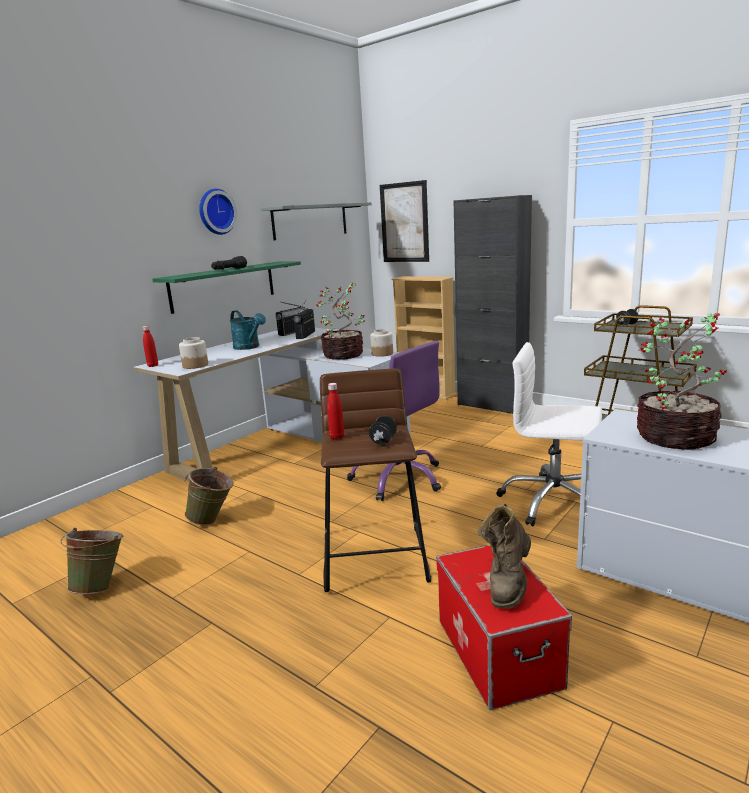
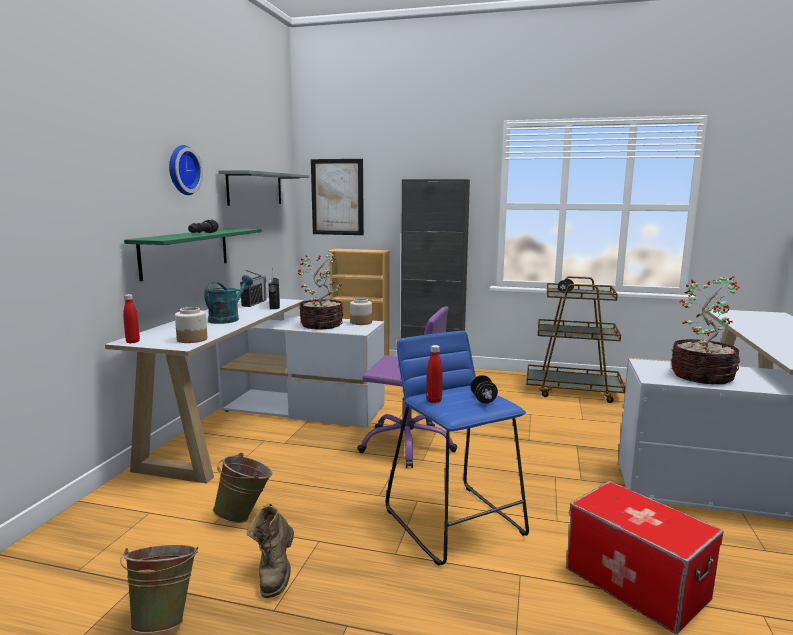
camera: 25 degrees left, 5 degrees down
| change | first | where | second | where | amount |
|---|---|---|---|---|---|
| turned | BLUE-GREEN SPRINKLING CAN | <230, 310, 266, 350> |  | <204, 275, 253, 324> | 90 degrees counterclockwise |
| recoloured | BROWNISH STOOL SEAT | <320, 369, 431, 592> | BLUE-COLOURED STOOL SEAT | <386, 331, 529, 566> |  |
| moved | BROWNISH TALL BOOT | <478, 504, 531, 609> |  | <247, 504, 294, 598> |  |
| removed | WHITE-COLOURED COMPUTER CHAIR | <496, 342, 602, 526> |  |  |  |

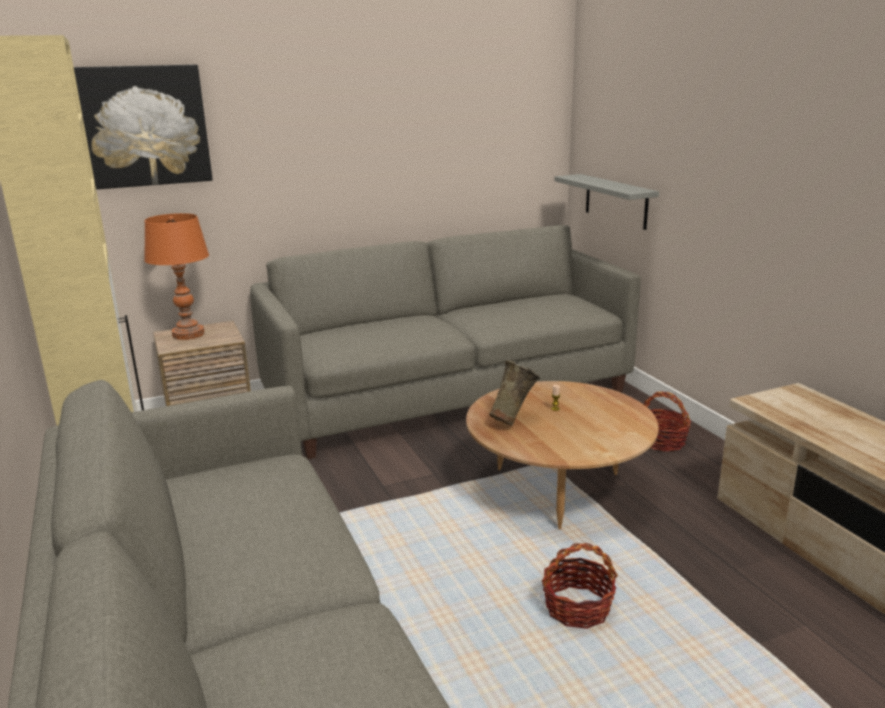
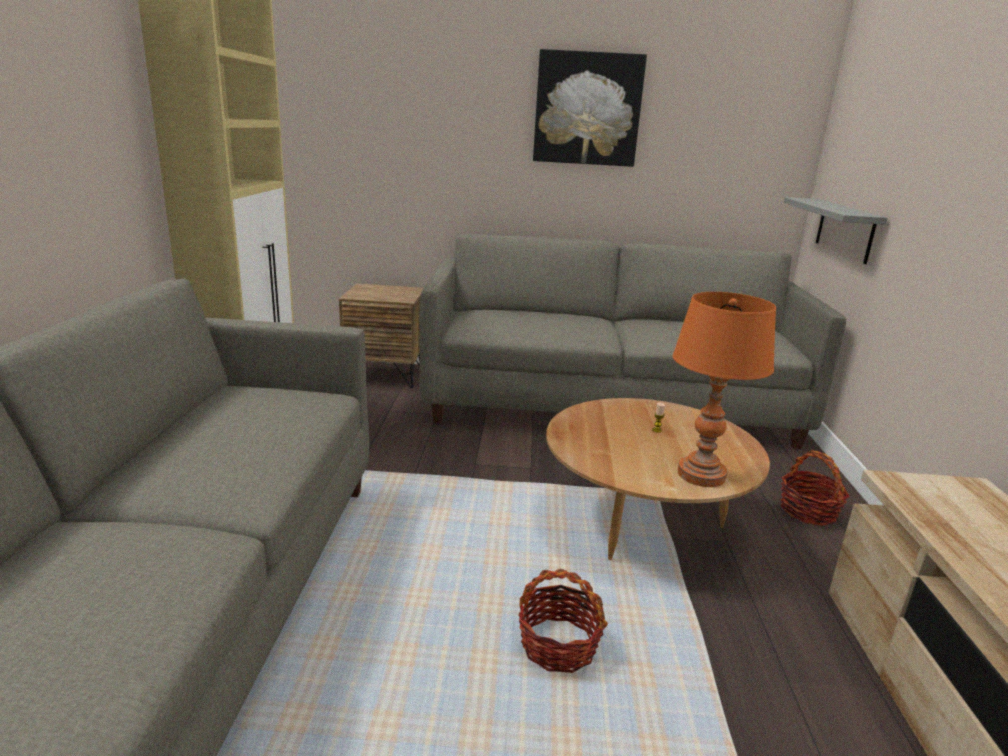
camera: 25 degrees right, 0 degrees up
| change | first | where | second | where | amount |
|---|---|---|---|---|---|
| moved | WALL ART | <74, 64, 213, 190> |  | <533, 49, 647, 167> |  |
| moved | ORANGEY LAMP FOR A TABLE | <144, 213, 209, 340> |  | <673, 292, 776, 487> |  |
| removed | SAND-COLOURED FLOWER VASE | <489, 360, 541, 426> |  |  |  |

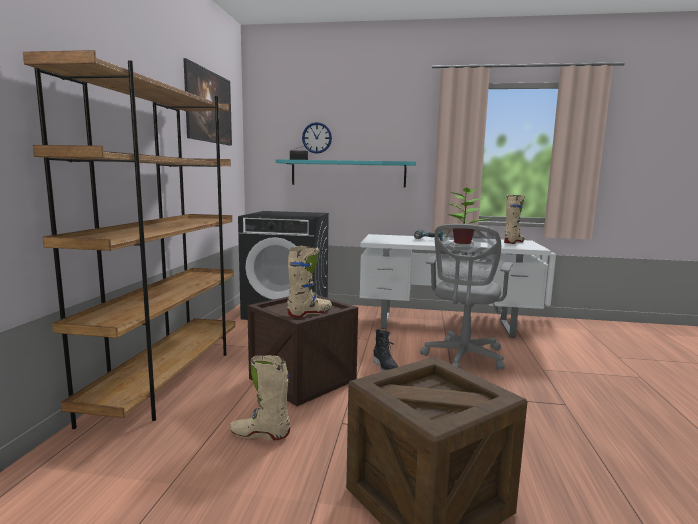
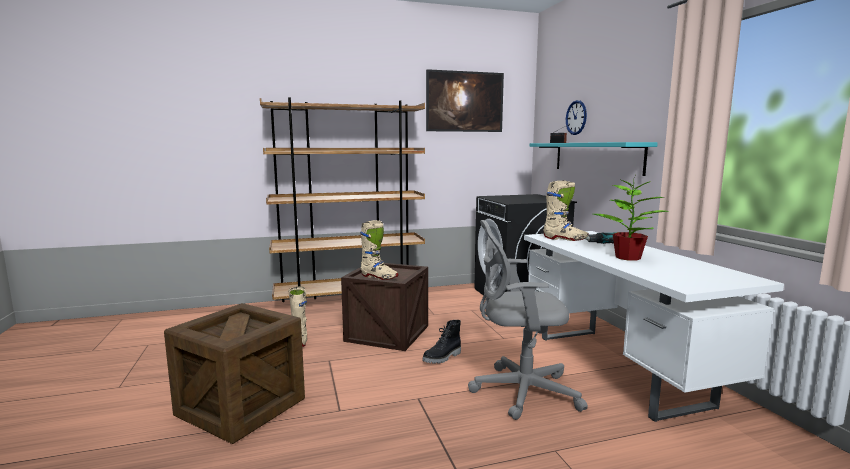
camera: 65 degrees right, 0 degrees up
| change | first | where | second | where | amount |
|---|---|---|---|---|---|
| moved | SAND-COLOURED TALL BOOT | <504, 194, 525, 244> |  | <543, 181, 589, 241> |  |

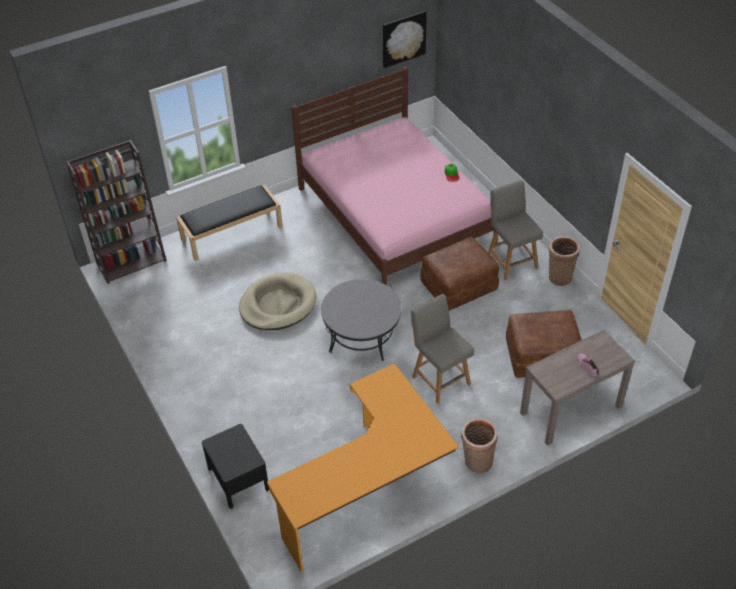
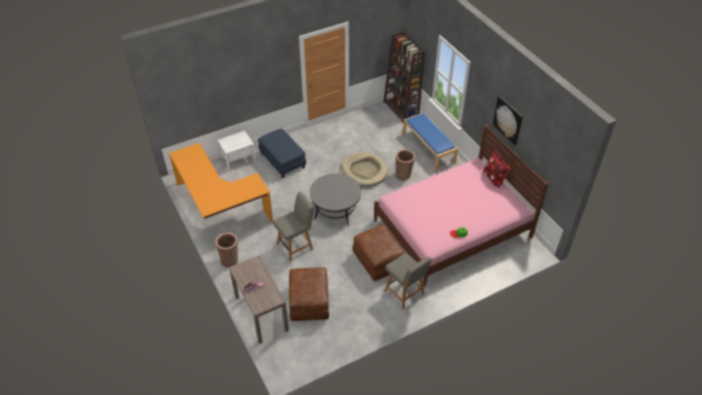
camera: 90 degrees right, 0 degrees up
| change | first | where | second | where | amount |
|---|---|---|---|---|---|
| recoloured | BLACK-COLOURED LONG SEAT | <176, 184, 283, 261> | BLUE-COLOURED LONG SEAT | <403, 113, 458, 171> |  |
| recoloured | BLACK-COLOURED NIGHTSTAND | <202, 424, 269, 509> | WHITE-COLOURED NIGHTSTAND | <218, 131, 256, 172> |  |
| moved | WALL ART | <383, 11, 427, 68> |  | <493, 96, 523, 145> |  |
| turned | GREYISH CHAIR | <488, 180, 543, 280> |  | <385, 253, 432, 309> | 75 degrees clockwise |
| moved | STORAGE BASKET | <549, 236, 580, 286> |  | <395, 149, 415, 181> |  |
| added |  |  | BLUE-COLOURED OTTOMAN | <258, 129, 306, 178> |  |
| added |  |  | CUSHION | <483, 149, 511, 188> |  |

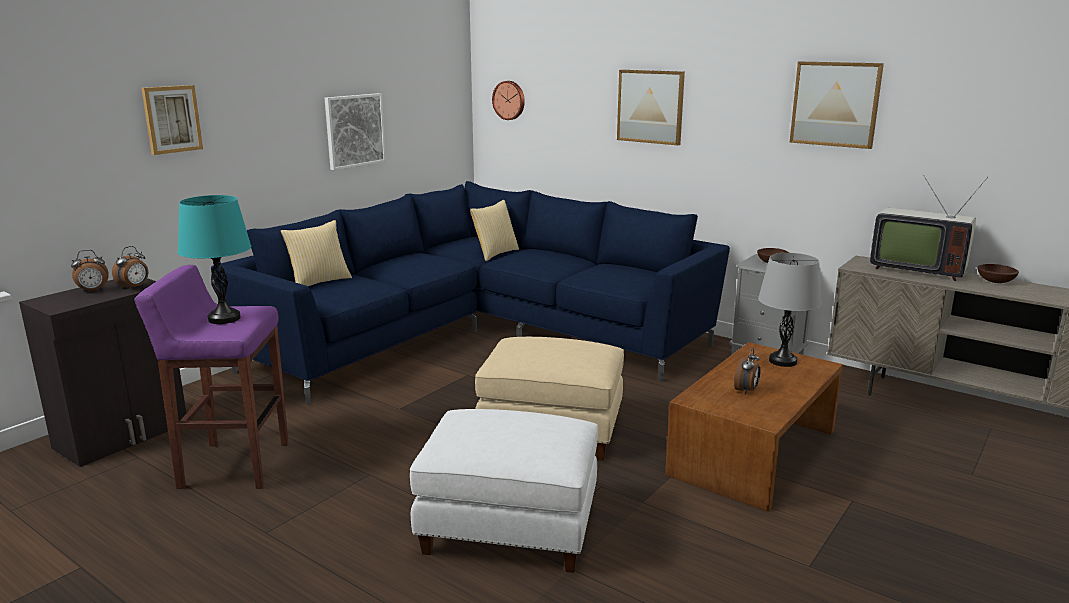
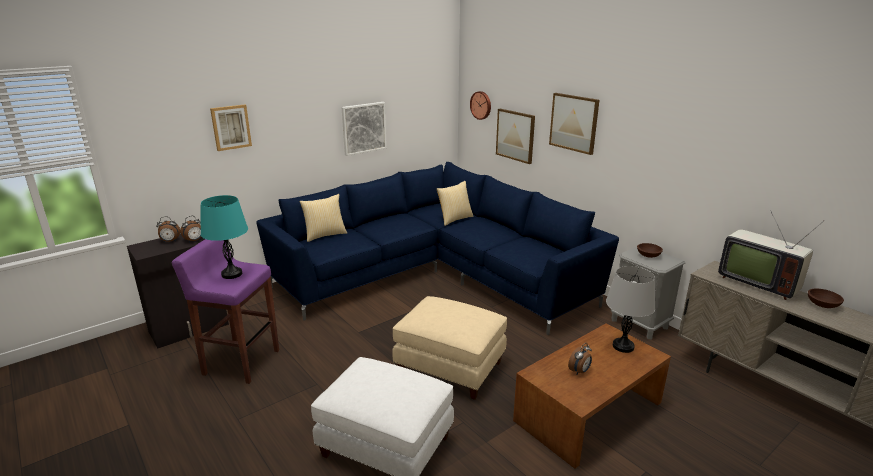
camera: 15 degrees right, 5 degrees up
| change | first | where | second | where | amount |
|---|---|---|---|---|---|
| moved | WALL ART | <790, 61, 884, 149> |  | <496, 109, 535, 164> |  |

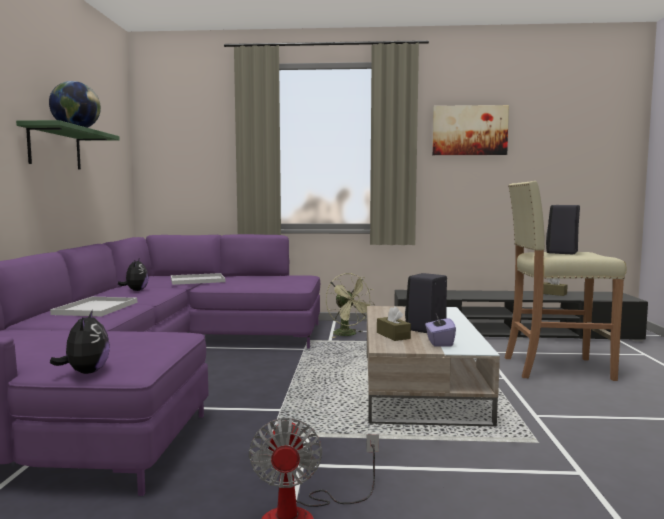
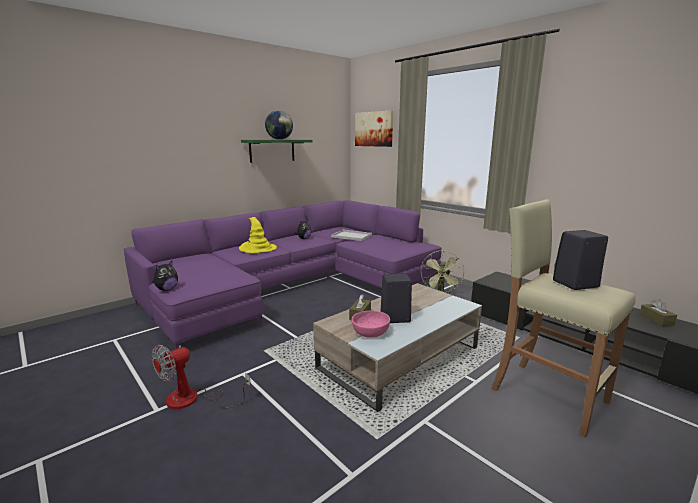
camera: 45 degrees right, 10 degrees up
| change | first | where | second | where | amount |
|---|---|---|---|---|---|
| replaced | WHITE-COLOURED SERVING TRAY | <50, 297, 137, 316> | YELLOW WEARABLE HAT | <239, 217, 277, 253> |  |
| replaced | PURPLISH TISSUE BOX | <425, 314, 456, 346> | PINK BOWL | <352, 311, 390, 338> |  |
| moved | WALL ART | <432, 105, 509, 155> |  | <355, 111, 393, 147> |  |

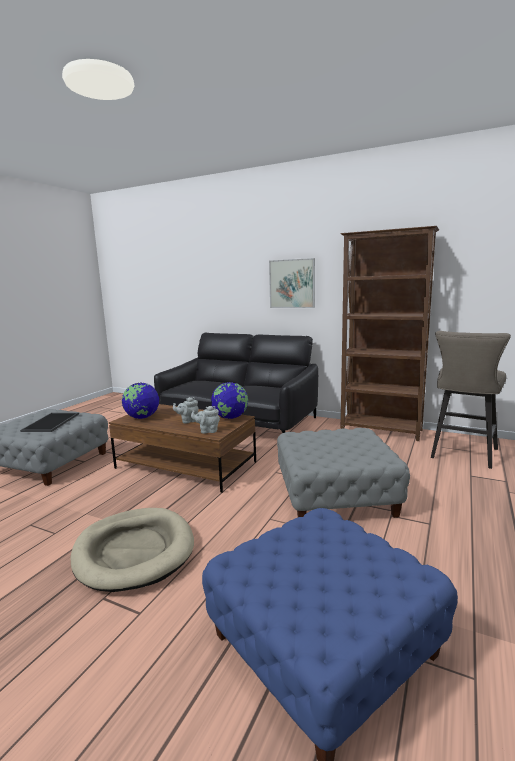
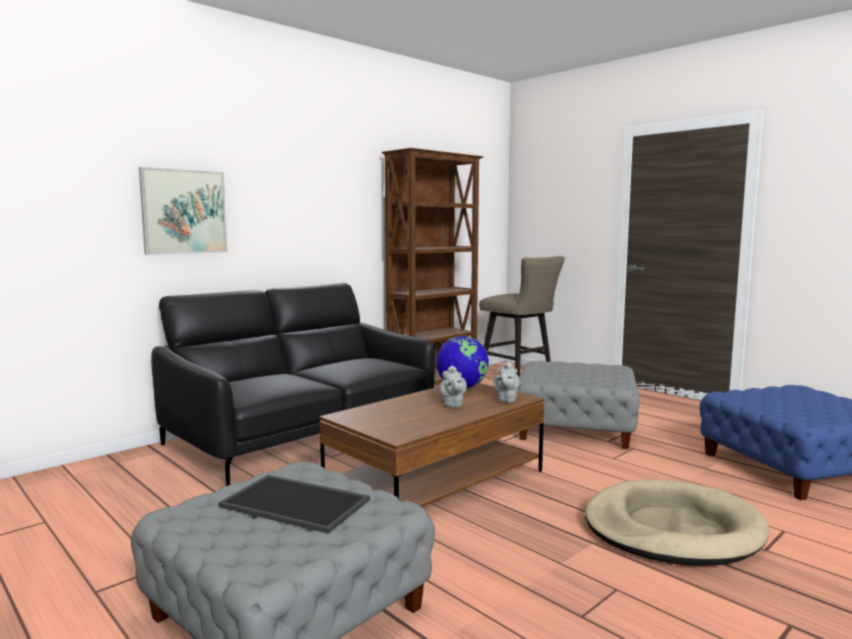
camera: 70 degrees left, 5 degrees down
| change | first | where | second | where | amount |
|---|---|---|---|---|---|
| removed | DESK GLOBE | <122, 383, 159, 419> |  |  |  |
| moved | WALL ART | <269, 258, 315, 308> |  | <139, 167, 228, 255> |  |

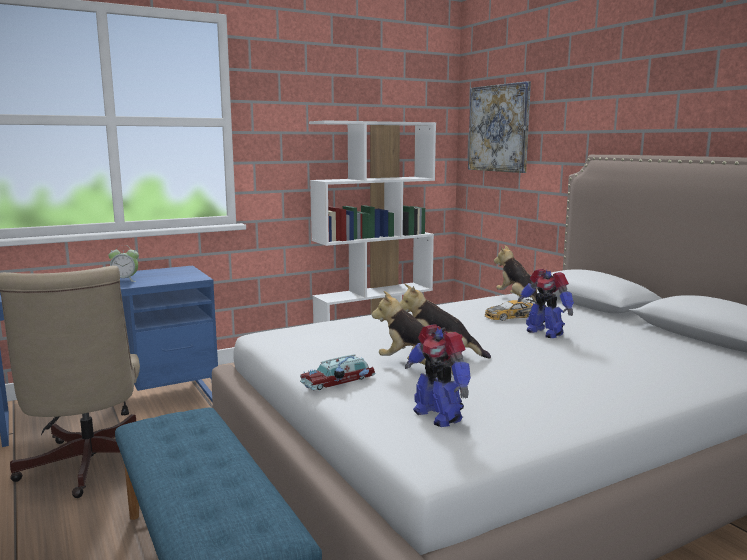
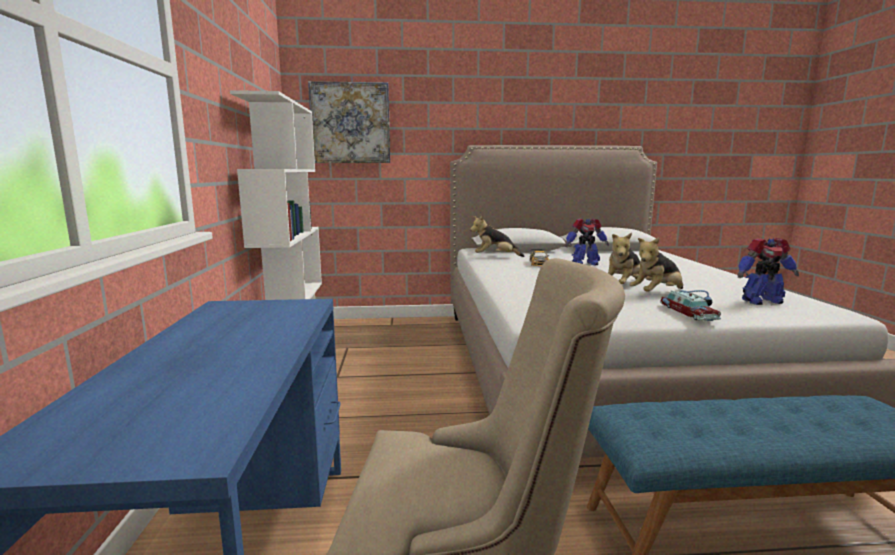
camera: 65 degrees left, 0 degrees up
| change | first | where | second | where | amount |
|---|---|---|---|---|---|
| removed | ALARM CLOCK | <108, 245, 139, 282> |  |  |  |

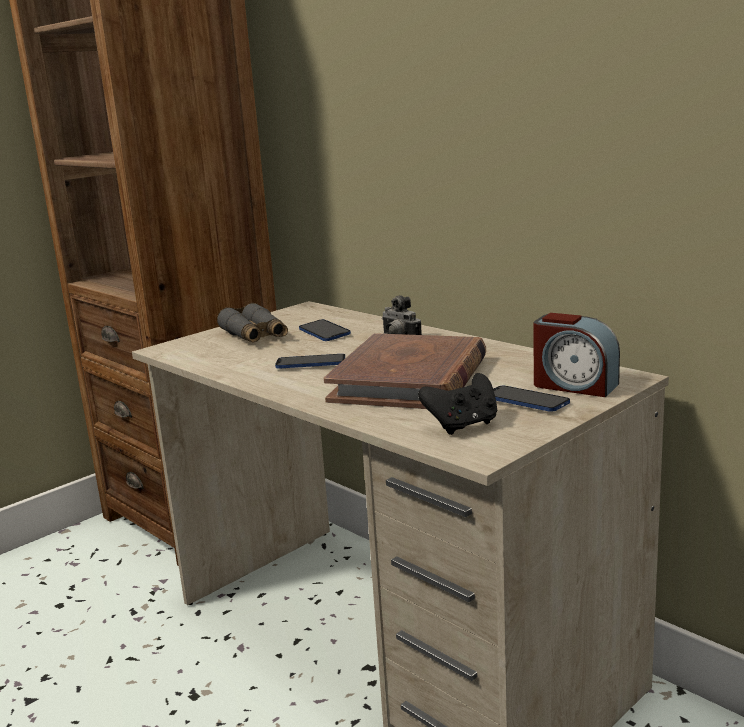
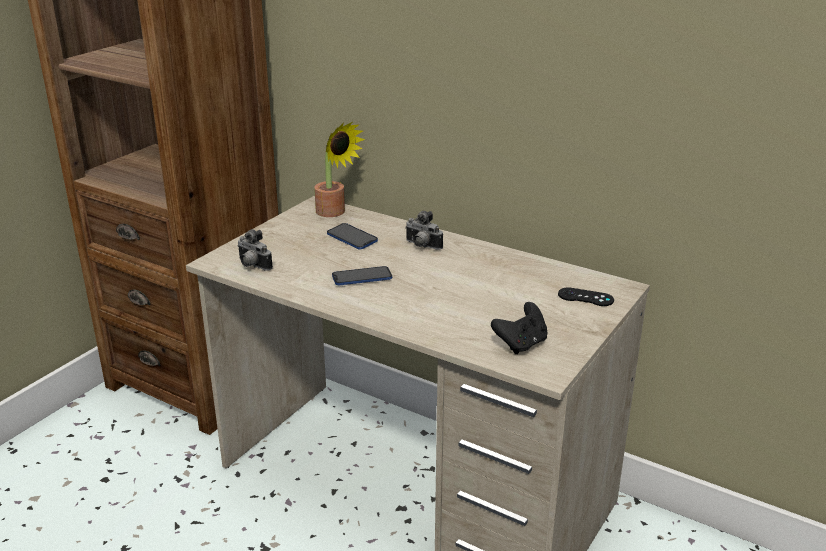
camera: 15 degrees left, 10 degrees up
| change | first | where | second | where | amount |
|---|---|---|---|---|---|
| removed | GREYISH FIELD GLASSES | <217, 303, 288, 342> |  |  |  |
| removed | BROWNISH VOLUME | <324, 333, 486, 409> |  |  |  |
| removed | PHONE | <493, 386, 570, 412> |  |  |  |
| replaced | ALARM CLOCK | <533, 313, 620, 397> | BLACK-COLOURED JOYPAD | <558, 287, 614, 306> |  |
| added |  |  | STILL CAMERA | <237, 229, 273, 271> |  |
| added |  |  | PLANT IN A POT | <314, 122, 365, 217> |  |

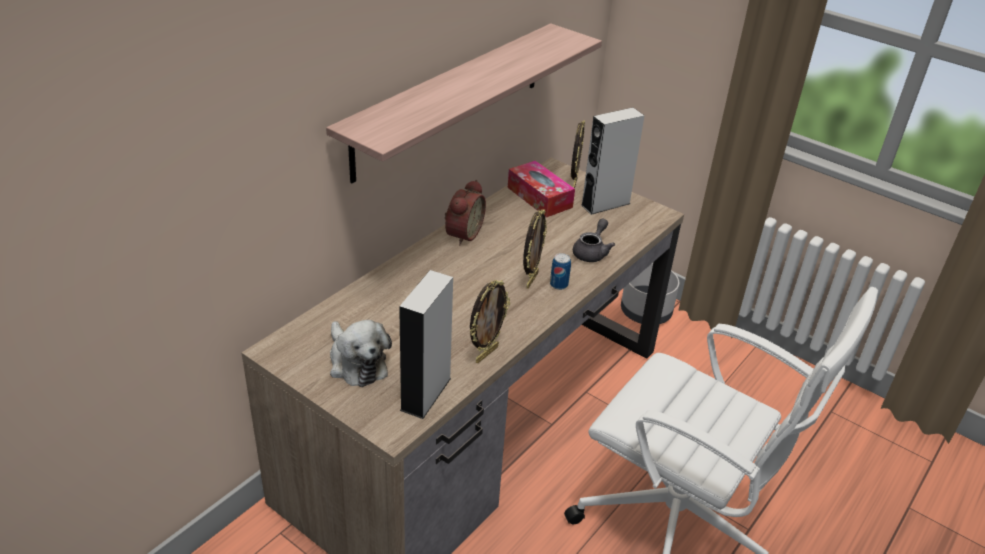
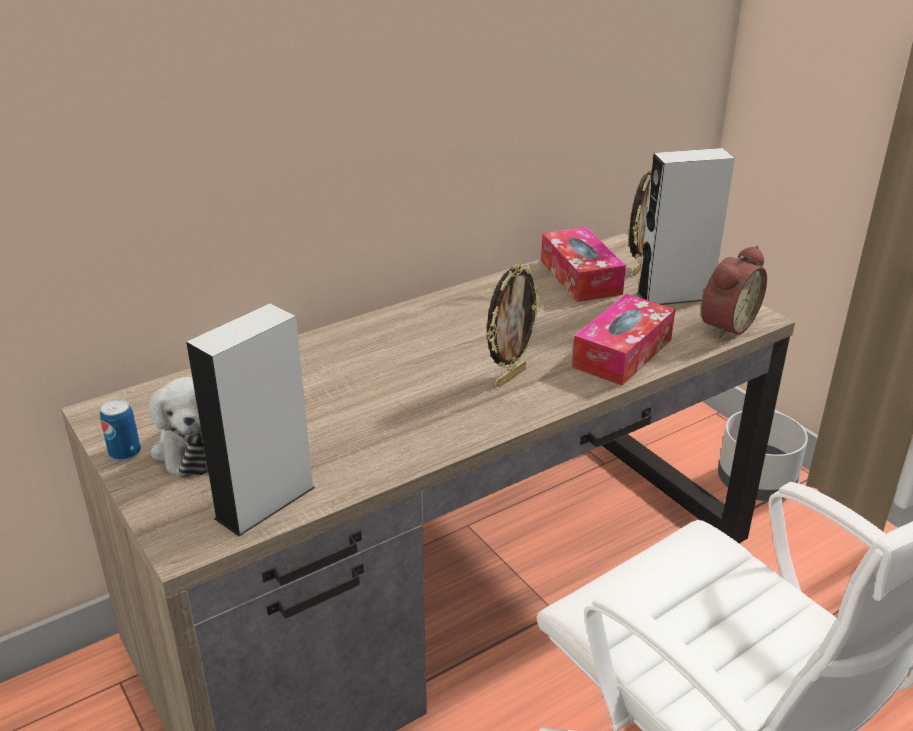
camera: 20 degrees right, 5 degrees down
| change | first | where | second | where | amount |
|---|---|---|---|---|---|
| removed | BRACKET SHELF | <326, 23, 602, 183> |  |  |  |
| moved | ALARM CLOCK | <445, 180, 486, 246> |  | <701, 246, 767, 339> |  |
| removed | PICTURE FRAME | <470, 280, 510, 363> |  |  |  |
| moved | CAN | <550, 253, 571, 290> |  | <100, 399, 141, 461> |  |
| replaced | GREYISH POT FOR TEA | <573, 218, 615, 262> | TISSUE BOX | <572, 294, 675, 386> |  |

